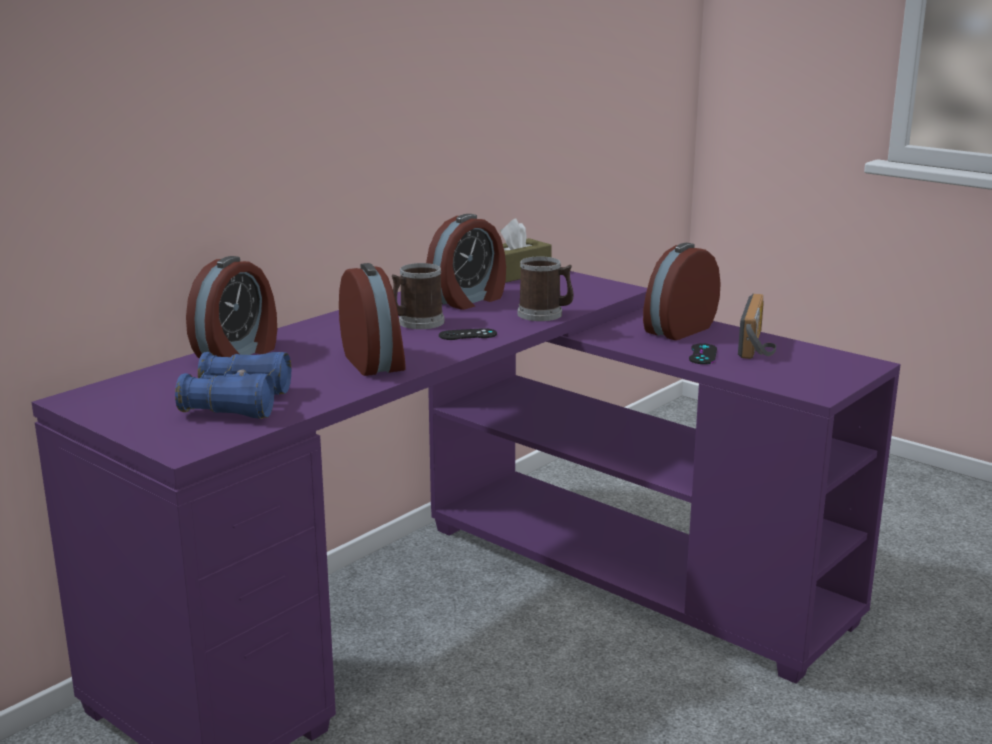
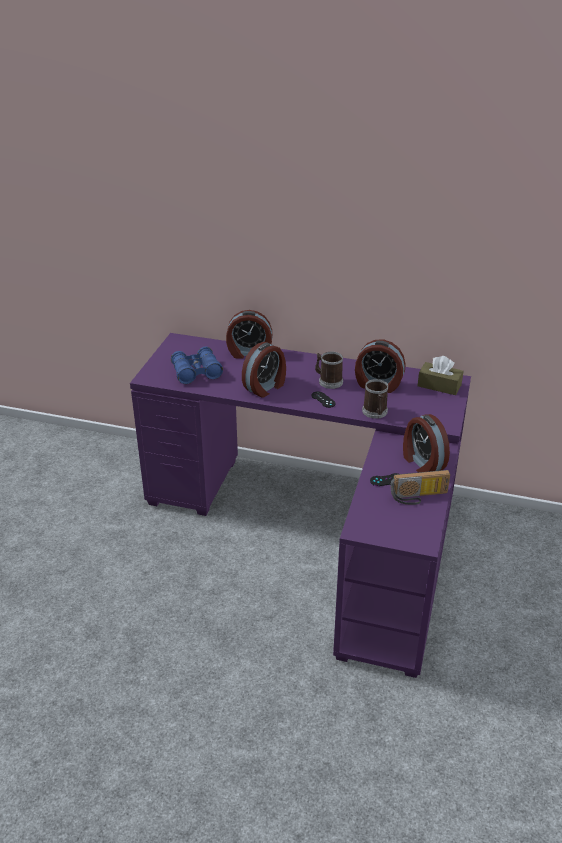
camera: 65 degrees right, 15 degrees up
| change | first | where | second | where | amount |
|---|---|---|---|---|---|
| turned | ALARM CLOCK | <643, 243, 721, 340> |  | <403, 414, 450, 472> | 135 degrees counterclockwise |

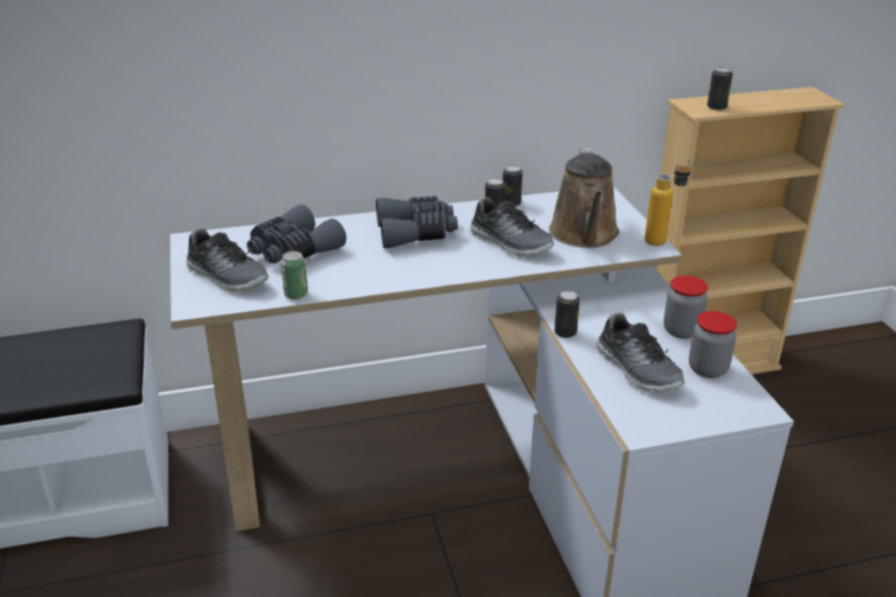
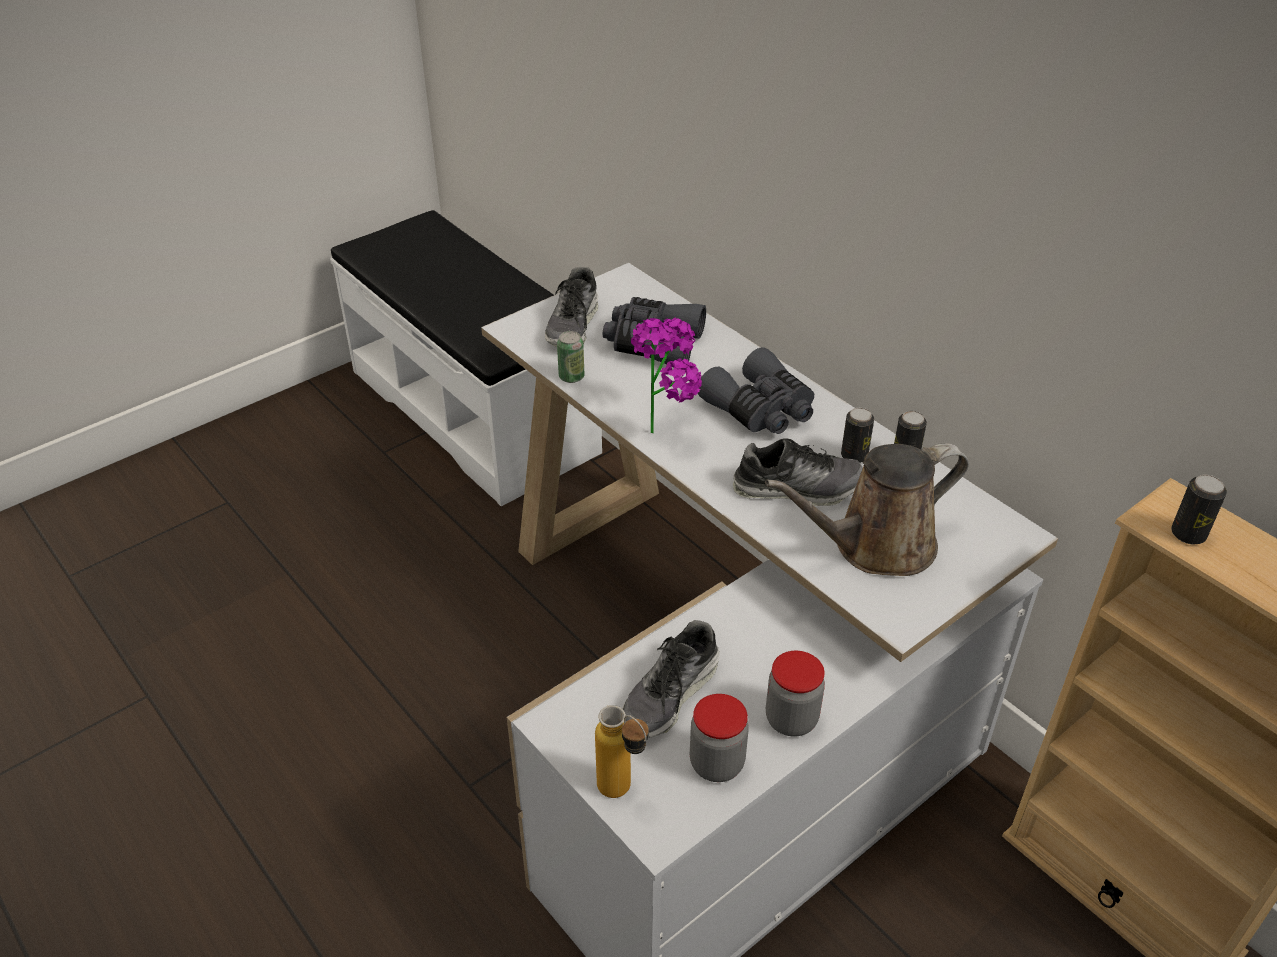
camera: 65 degrees right, 10 degrees up
| change | first | where | second | where | amount |
|---|---|---|---|---|---|
| turned | ITEM OF FOOTWEAR | <469, 197, 555, 258> |  | <733, 438, 863, 506> | 105 degrees counterclockwise |
| removed | CAN | <554, 290, 580, 338> |  |  |  |
| moved | BEVERAGE BOTTLE | <645, 159, 691, 246> |  | <595, 705, 649, 798> |  |
| added |  |  | PLANT IN A POT | <631, 318, 702, 433> |  |

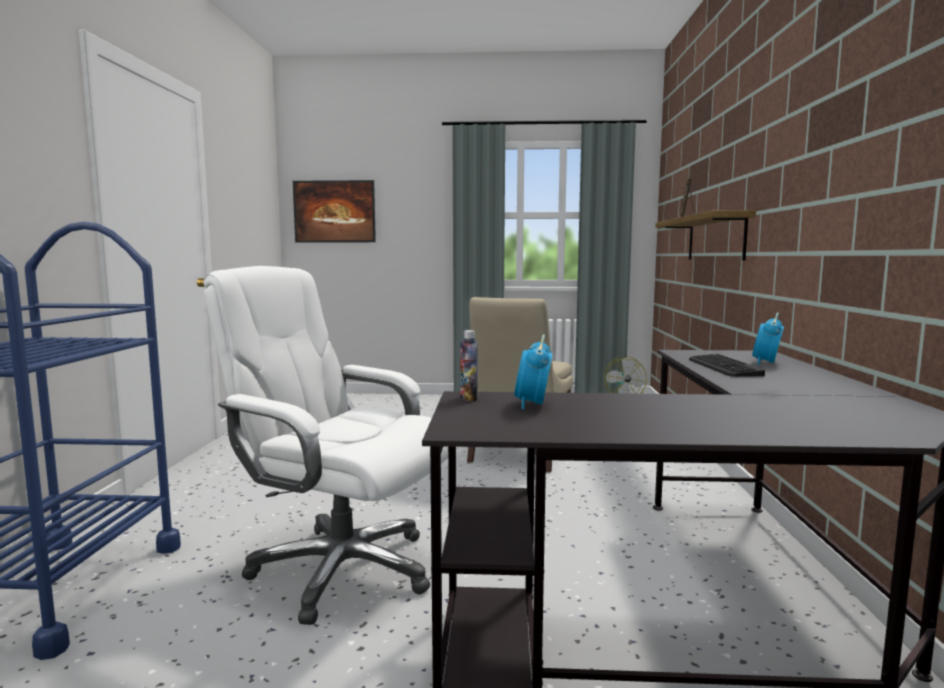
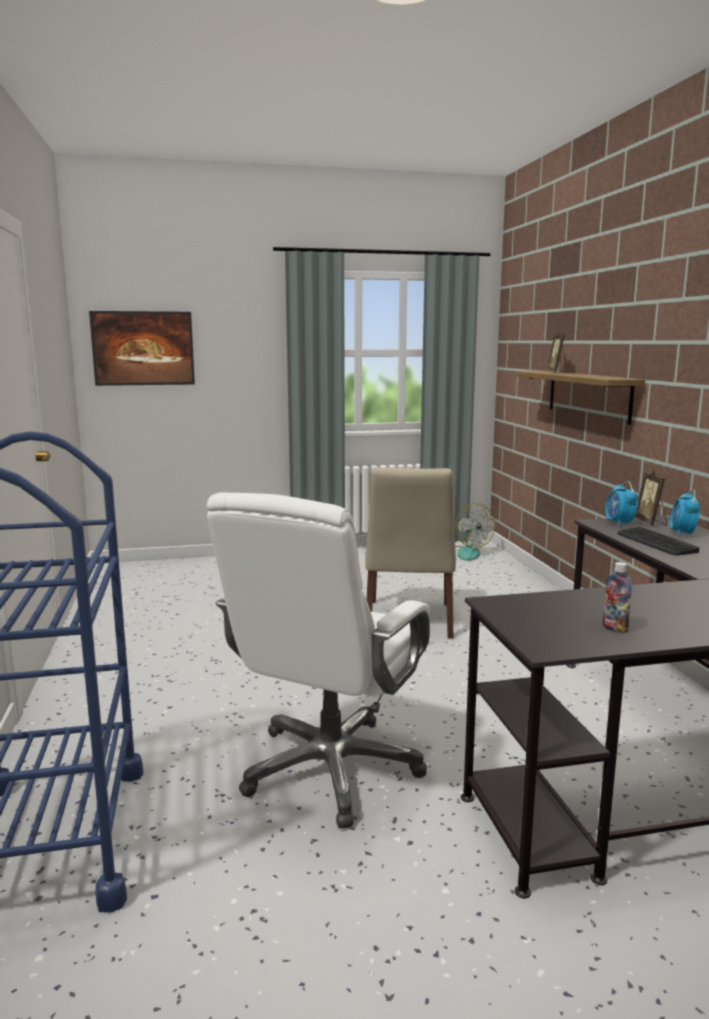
camera: 15 degrees left, 5 degrees up
| change | first | where | second | where | amount |
|---|---|---|---|---|---|
| turned | WHITE-COLOURED COMPUTER CHAIR | <204, 266, 448, 625> |  | <207, 492, 431, 829> | 75 degrees counterclockwise |
| moved | BEVERAGE BOTTLE | <460, 330, 478, 401> |  | <603, 562, 632, 633> |  |
| moved | ALARM CLOCK | <514, 334, 553, 410> |  | <605, 481, 638, 527> |  |
| added |  |  | PICTURE FRAME | <635, 470, 667, 526> |  |

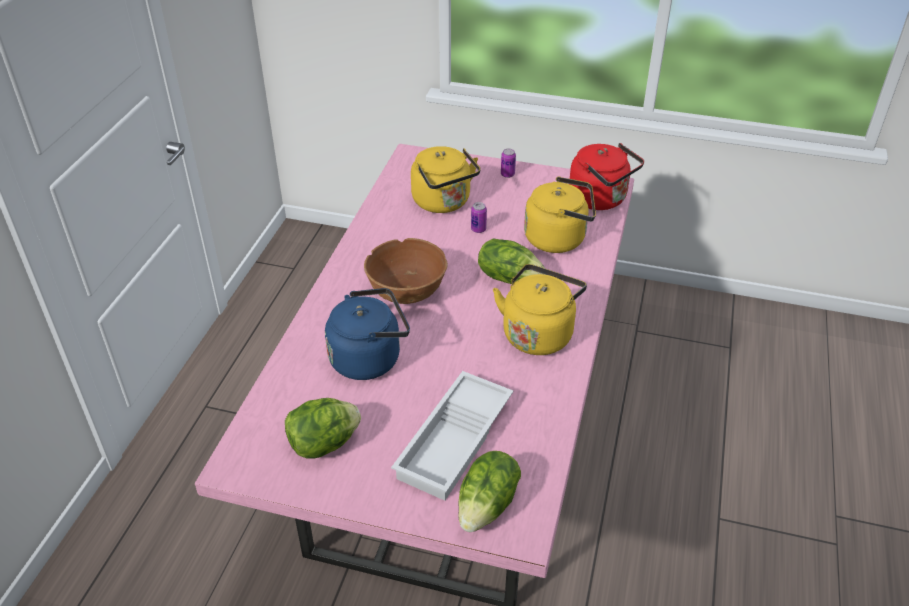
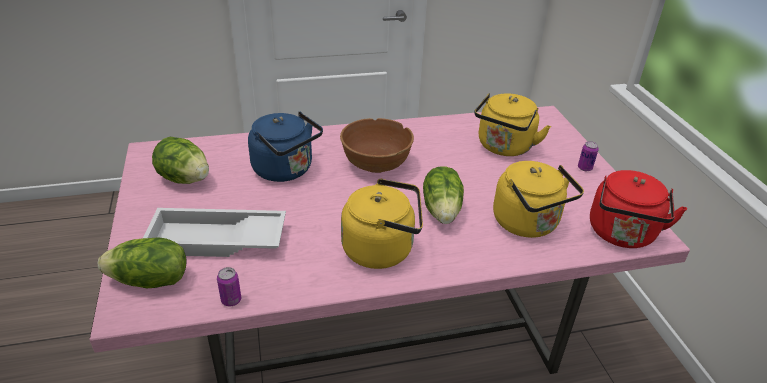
camera: 60 degrees right, 5 degrees down
| change | first | where | second | where | amount |
|---|---|---|---|---|---|
| moved | CAN | <471, 202, 487, 233> |  | <217, 267, 241, 306> |  |

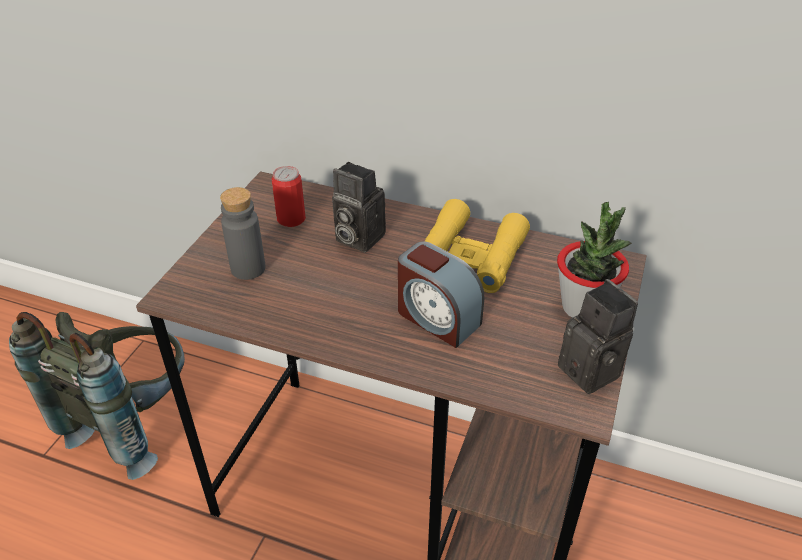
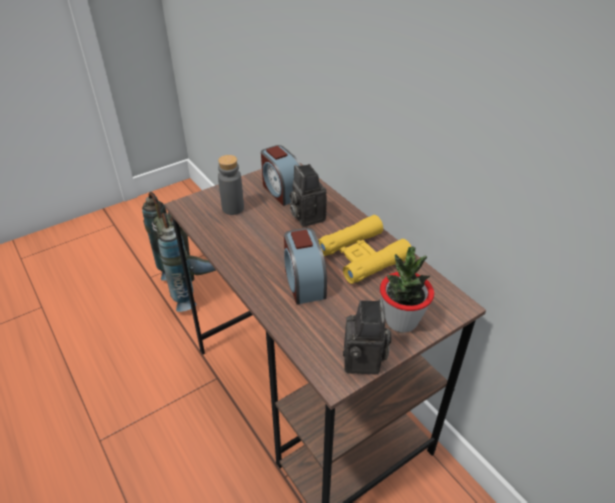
camera: 35 degrees right, 0 degrees up
| change | first | where | second | where | amount |
|---|---|---|---|---|---|
| replaced | CAN | <272, 166, 306, 227> | ALARM CLOCK | <261, 145, 301, 206> |  |

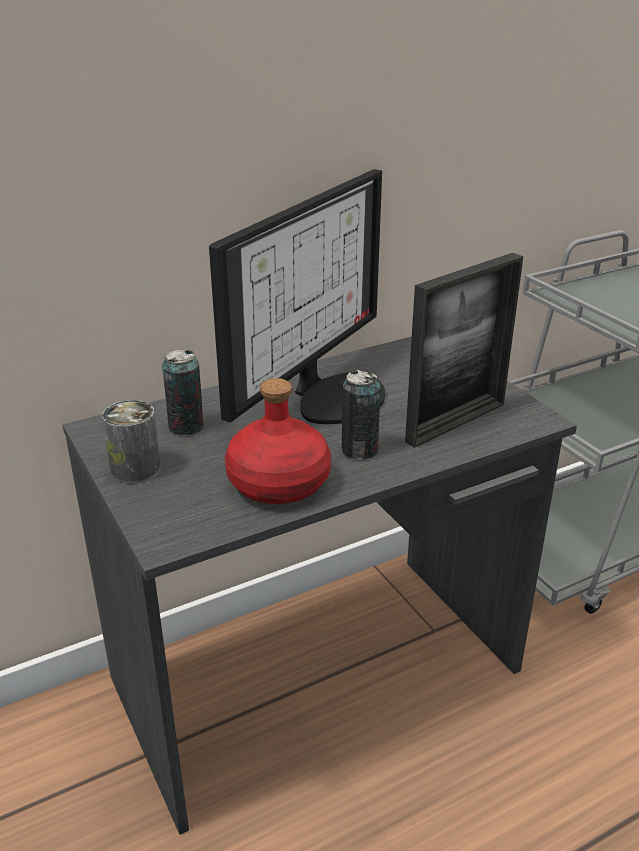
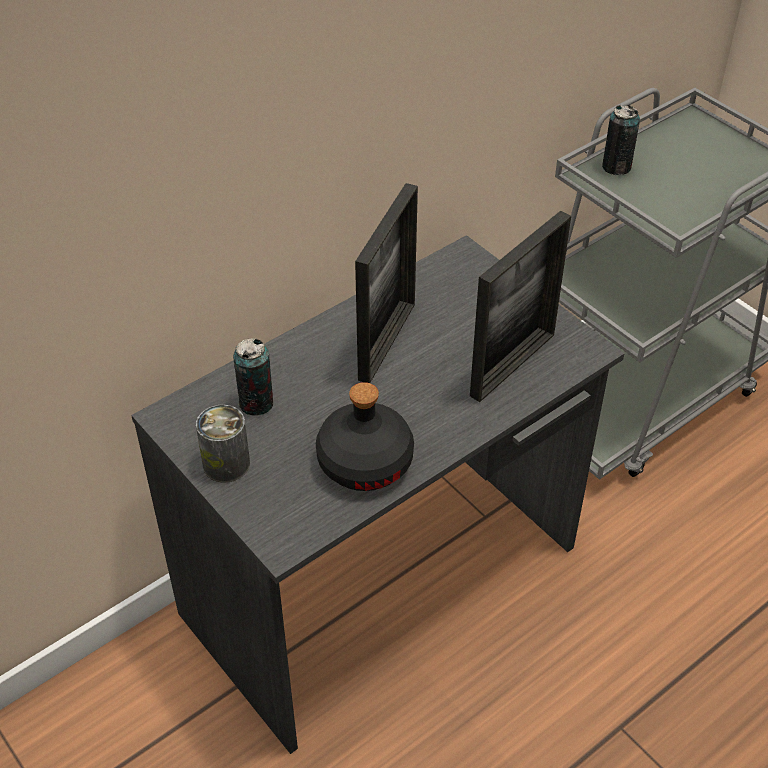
camera: 10 degrees left, 15 degrees up
| change | first | where | second | where | amount |
|---|---|---|---|---|---|
| replaced | COMPUTER SCREEN | <209, 169, 385, 424> | PICTURE FRAME | <355, 183, 418, 383> |  |
| recoloured | RED-COLOURED BEVERAGE BOTTLE | <225, 378, 331, 504> | BLACK-COLOURED BEVERAGE BOTTLE | <316, 382, 414, 491> |  |
| moved | CAN | <342, 370, 381, 459> |  | <602, 105, 640, 175> |  |

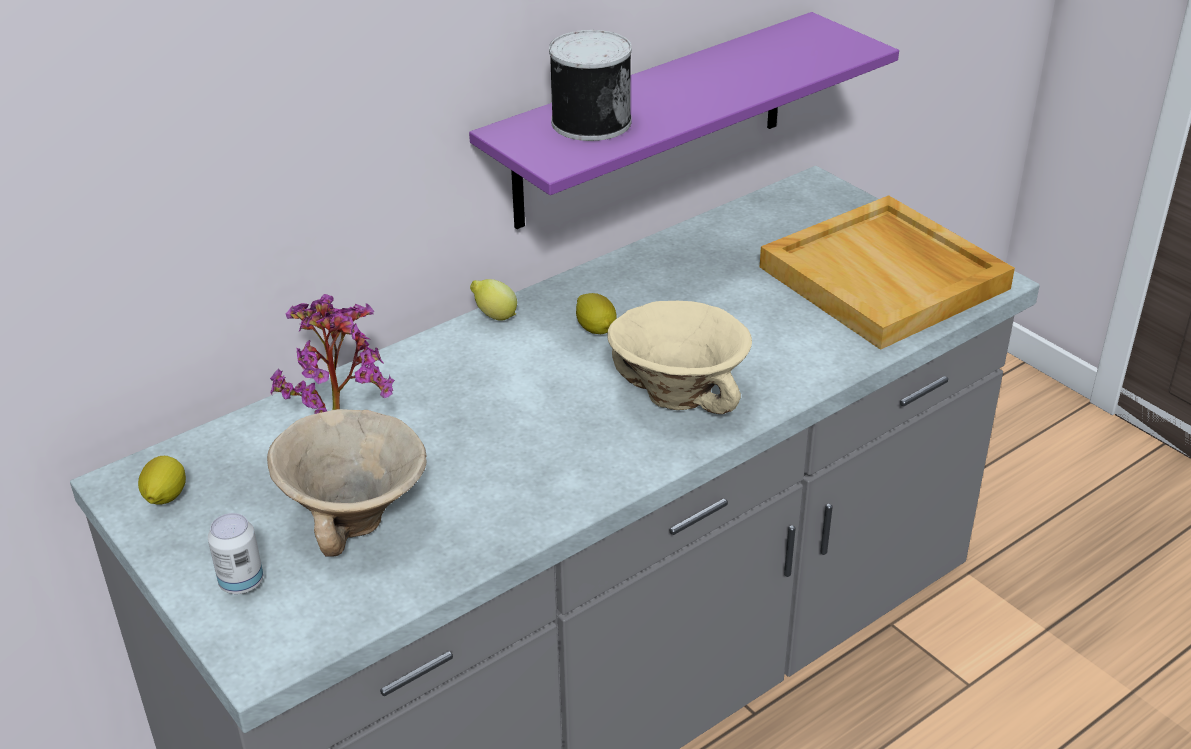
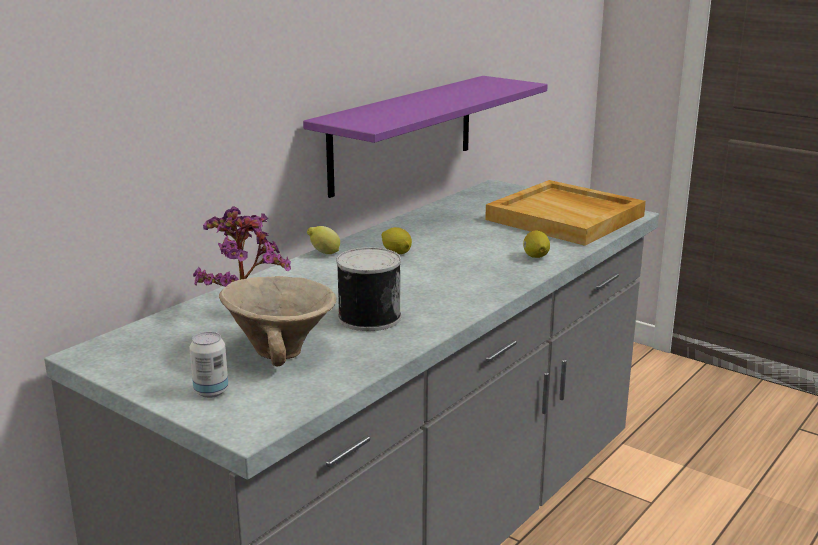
camera: 15 degrees left, 15 degrees down
| change | first | where | second | where | amount |
|---|---|---|---|---|---|
| moved | WHOLE LEMON | <138, 456, 186, 505> |  | <523, 231, 550, 258> |  |
| moved | CAN | <549, 30, 632, 141> |  | <336, 247, 401, 331> |  |
| removed | SAND-COLOURED BOWL | <608, 301, 752, 414> |  |  |  |

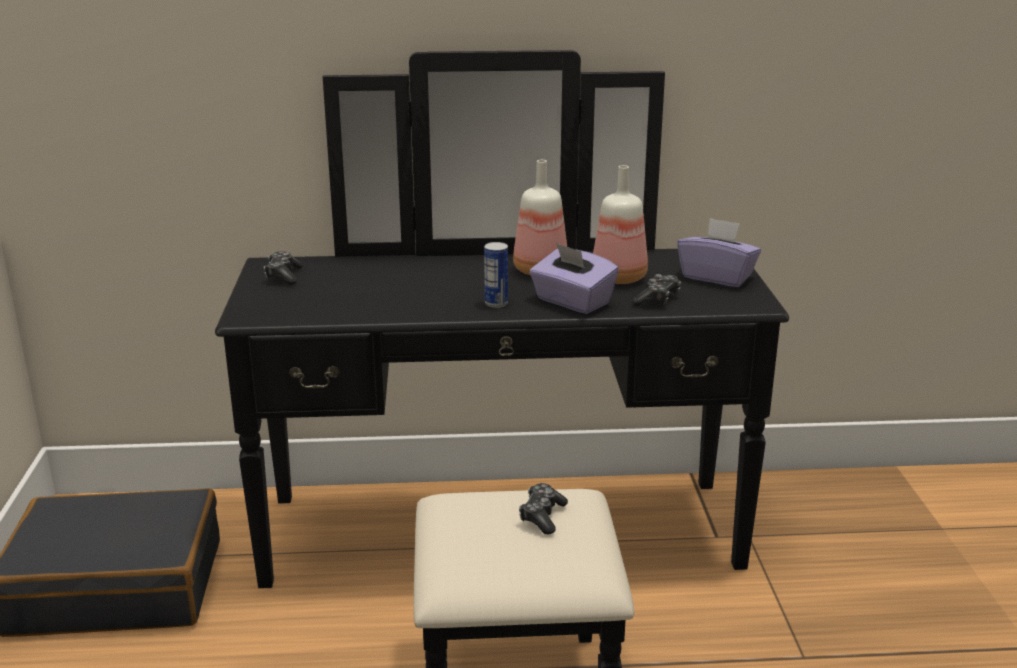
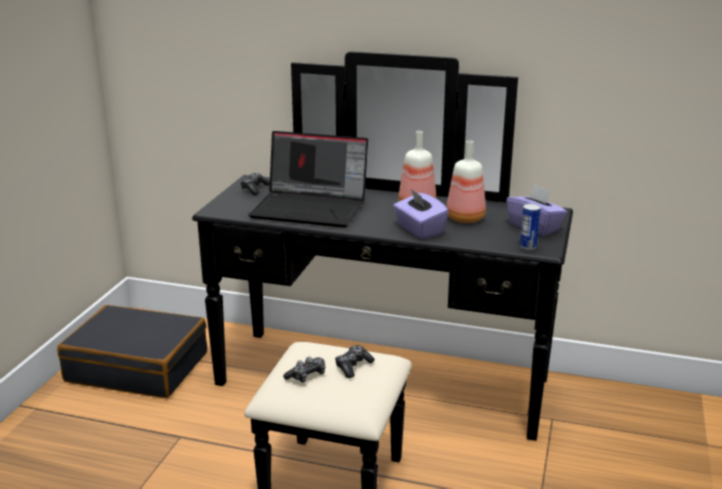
camera: 20 degrees right, 0 degrees up
| change | first | where | second | where | amount |
|---|---|---|---|---|---|
| moved | CAN | <484, 242, 508, 308> |  | <520, 204, 541, 251> |  |
| moved | JOYPAD | <632, 274, 681, 306> |  | <283, 357, 326, 383> |  |
| added |  |  | NOTEBOOK COMPUTER | <248, 131, 368, 227> |  |

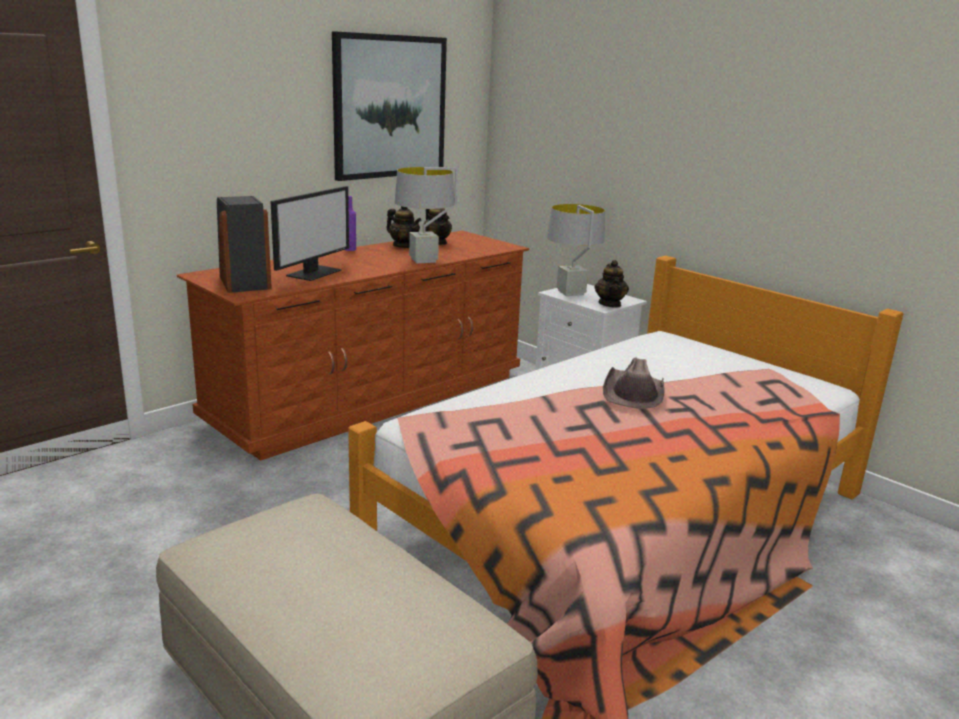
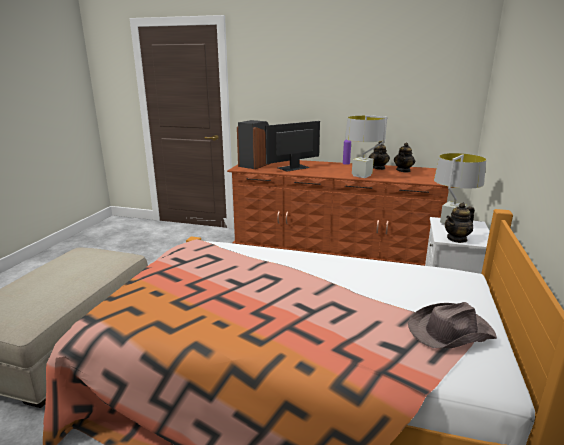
camera: 60 degrees right, 0 degrees up
| change | first | where | second | where | amount |
|---|---|---|---|---|---|
| turned | COMPUTER SCREEN | <270, 186, 349, 281> |  | <265, 121, 320, 172> | 150 degrees clockwise |
| removed | WALL ART | <332, 31, 447, 181> |  |  |  |
| moved | BROWNISH WEARABLE HAT | <603, 358, 665, 409> |  | <408, 302, 497, 348> |  |

